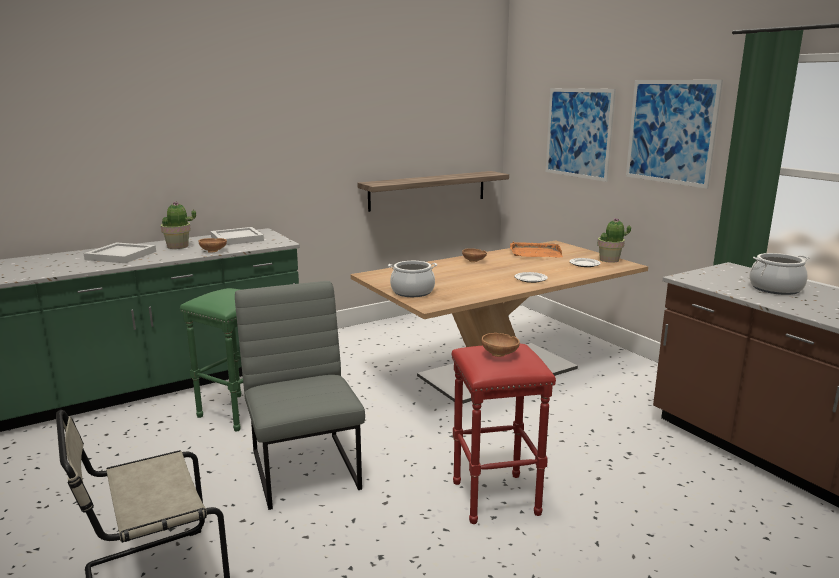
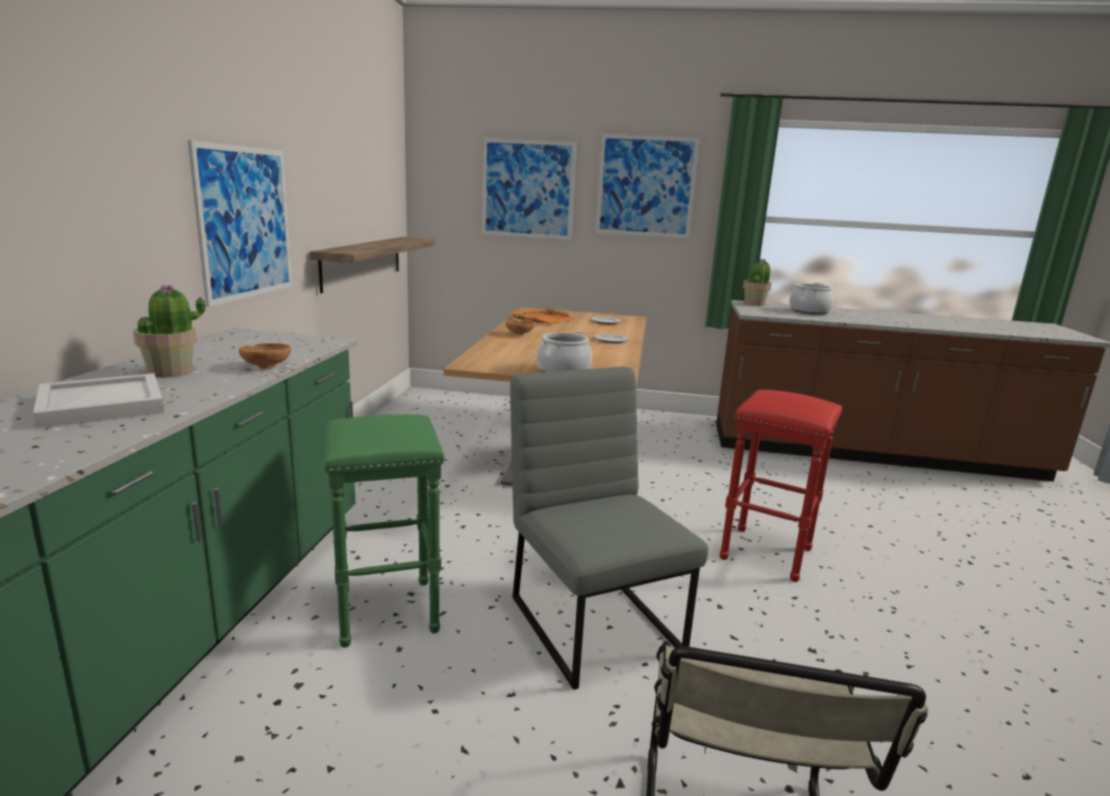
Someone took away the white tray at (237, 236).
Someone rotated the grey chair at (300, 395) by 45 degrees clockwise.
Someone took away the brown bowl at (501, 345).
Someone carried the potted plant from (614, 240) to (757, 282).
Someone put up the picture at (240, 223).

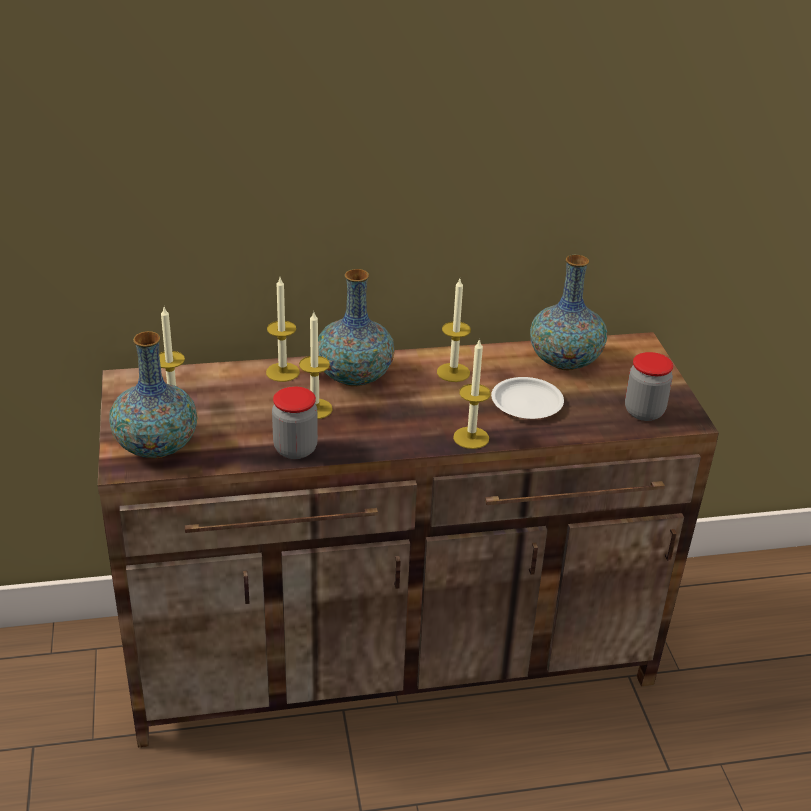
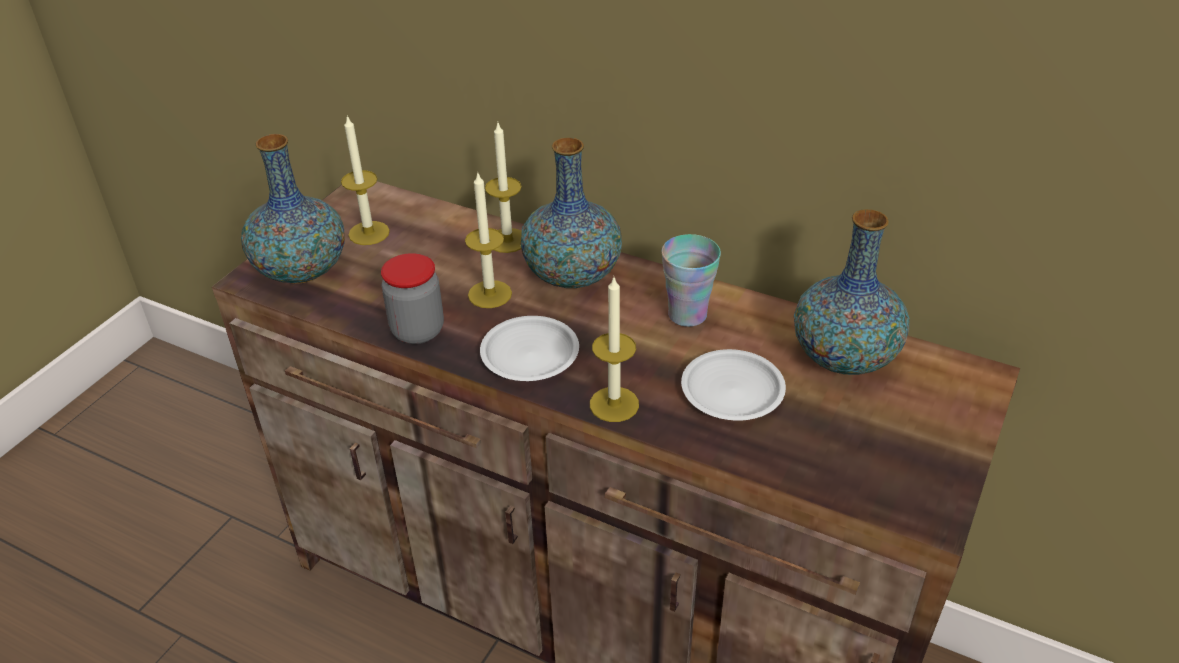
Someone swapped the candle at (454, 330) for the cup at (691, 280).
Someone took away the jar at (649, 386).
Someone put down the white plate at (529, 348).

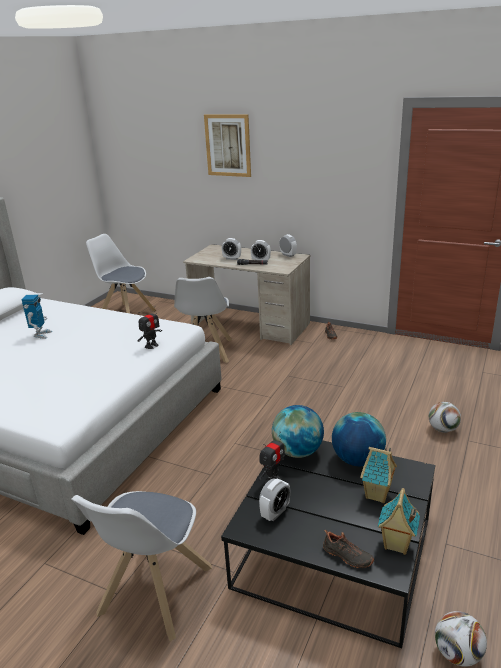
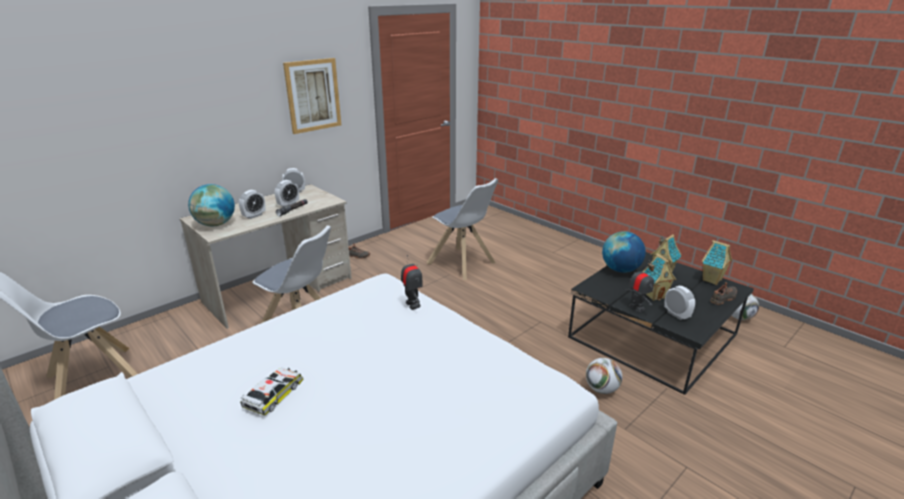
Someone swapped the toy robot at (36, 317) for the toy car at (271, 392).
Someone carried the chair from (141, 566) to (462, 229).
Someone carried the picture from (227, 145) to (312, 96).
Someone carried the globe from (298, 431) to (211, 205).
Someone carried the football from (445, 417) to (604, 376).
Someone put down the toy house at (659, 277).

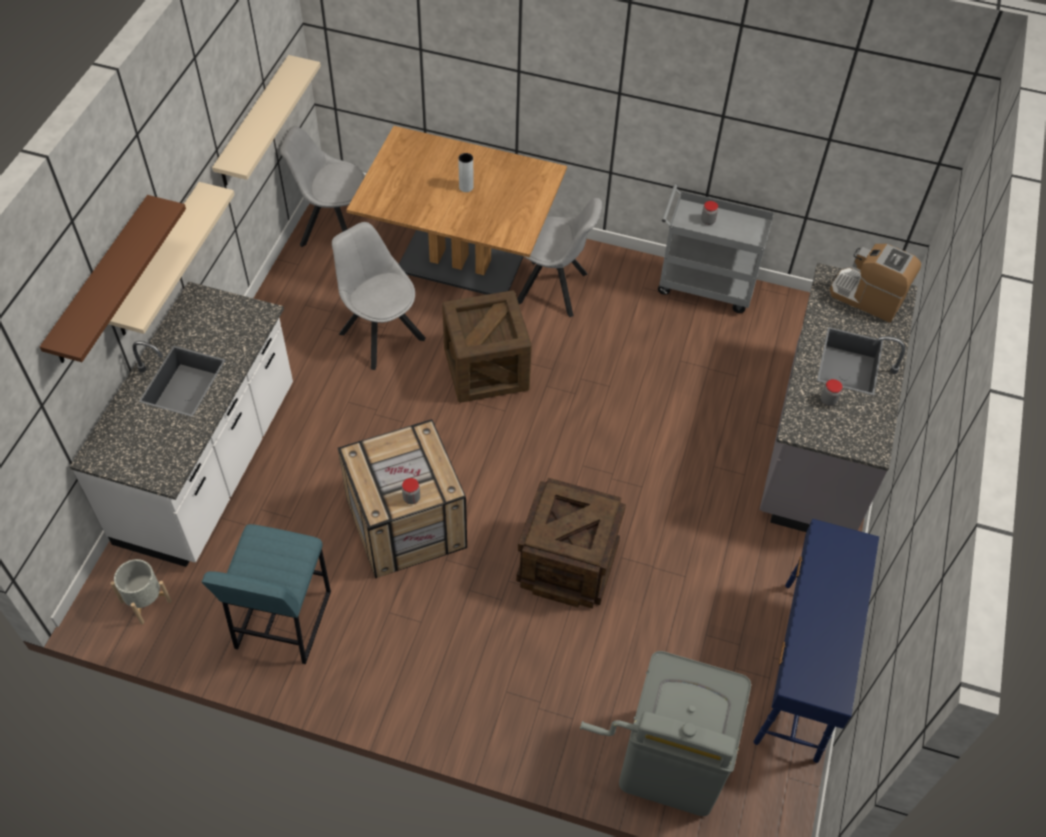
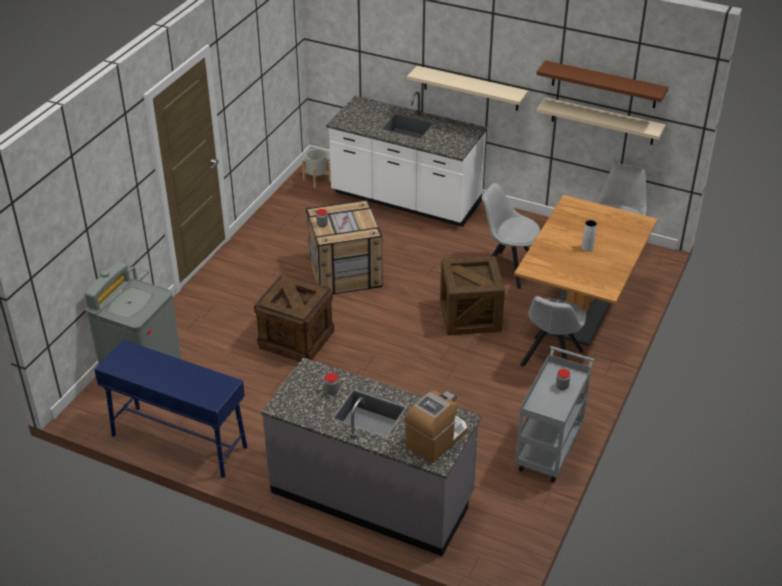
Someone carried the brown shelf from (113, 279) to (602, 84).
Someone took away the blue stool at (266, 594).
Someone rotated the grey chair at (378, 296) by 120 degrees counterclockwise.

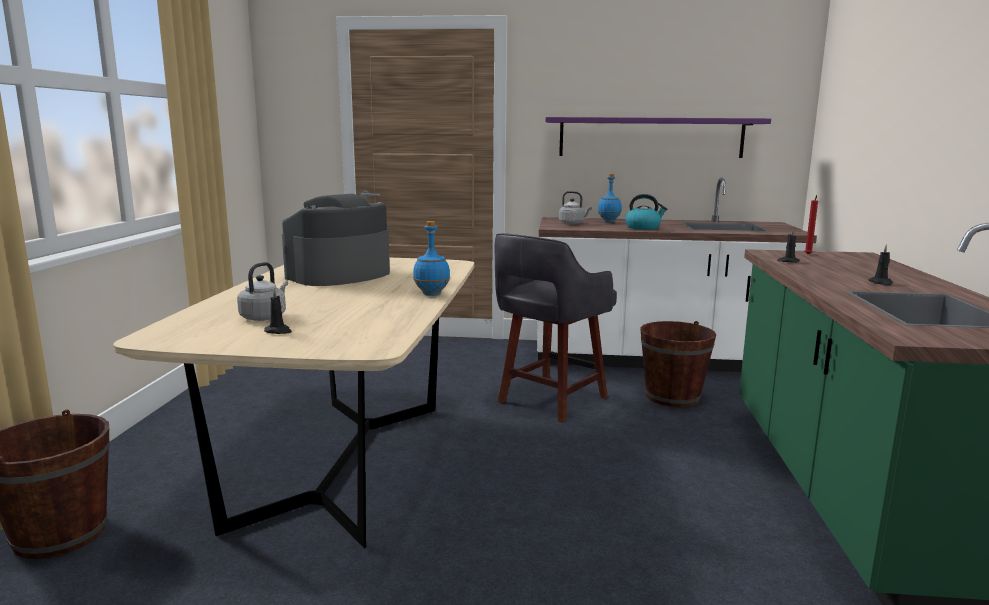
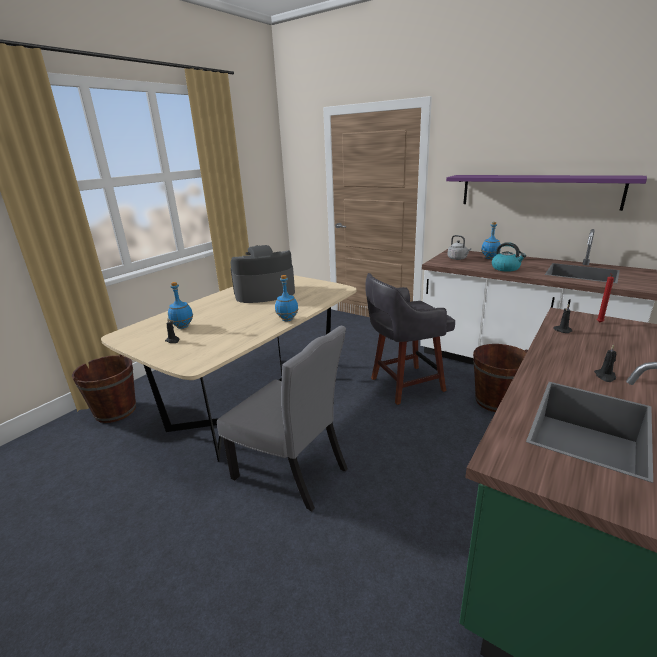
Someone swapped the grey kettle at (262, 291) for the blue bottle at (180, 305).
Someone put down the grey chair at (282, 418).

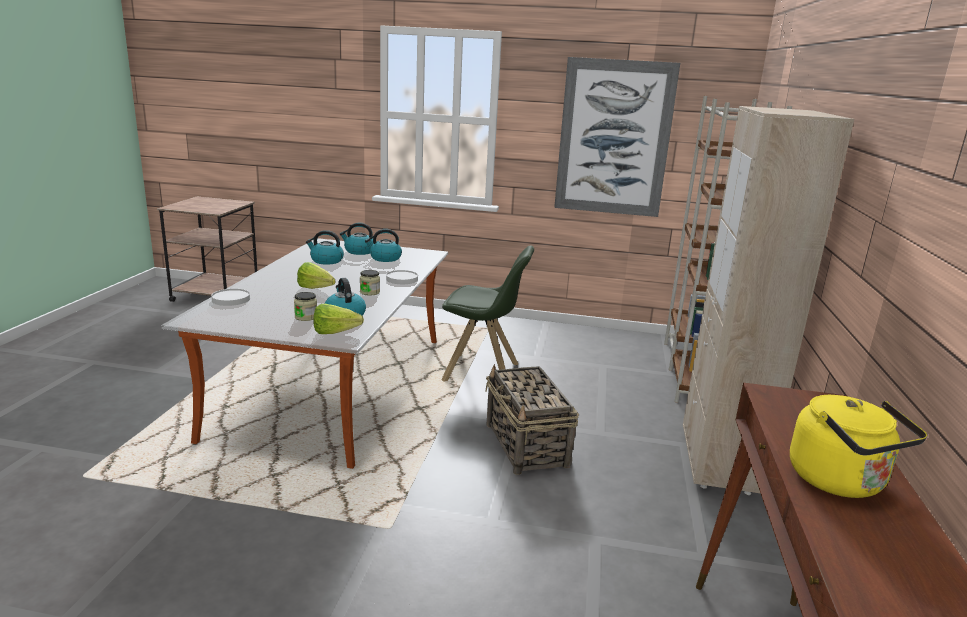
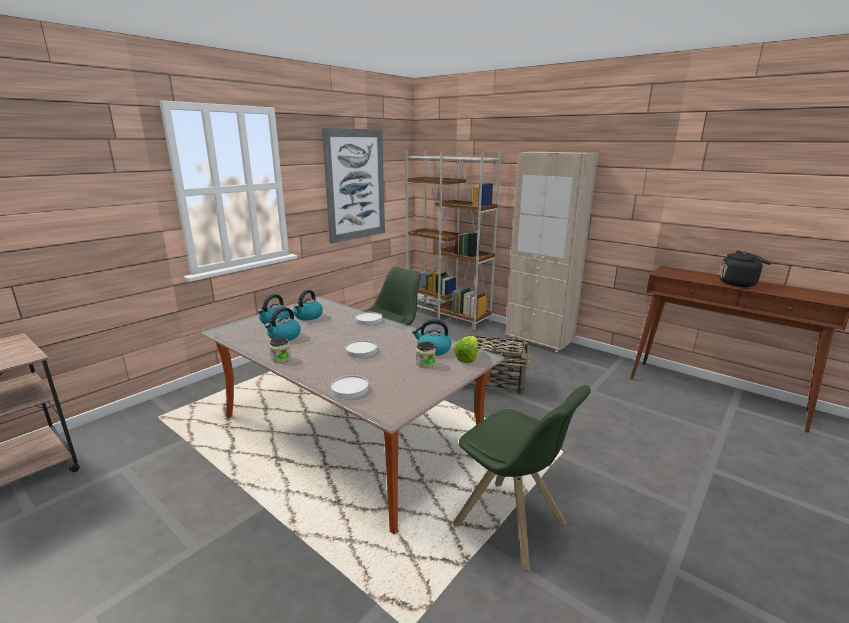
Someone swapped the lettuce at (316, 275) for the white plate at (361, 349).
Someone carried the jar from (370, 283) to (280, 350).
Someone repainted the yellow kettle at (858, 446), which became the black kettle at (745, 268).
Someone put down the green chair at (522, 478).

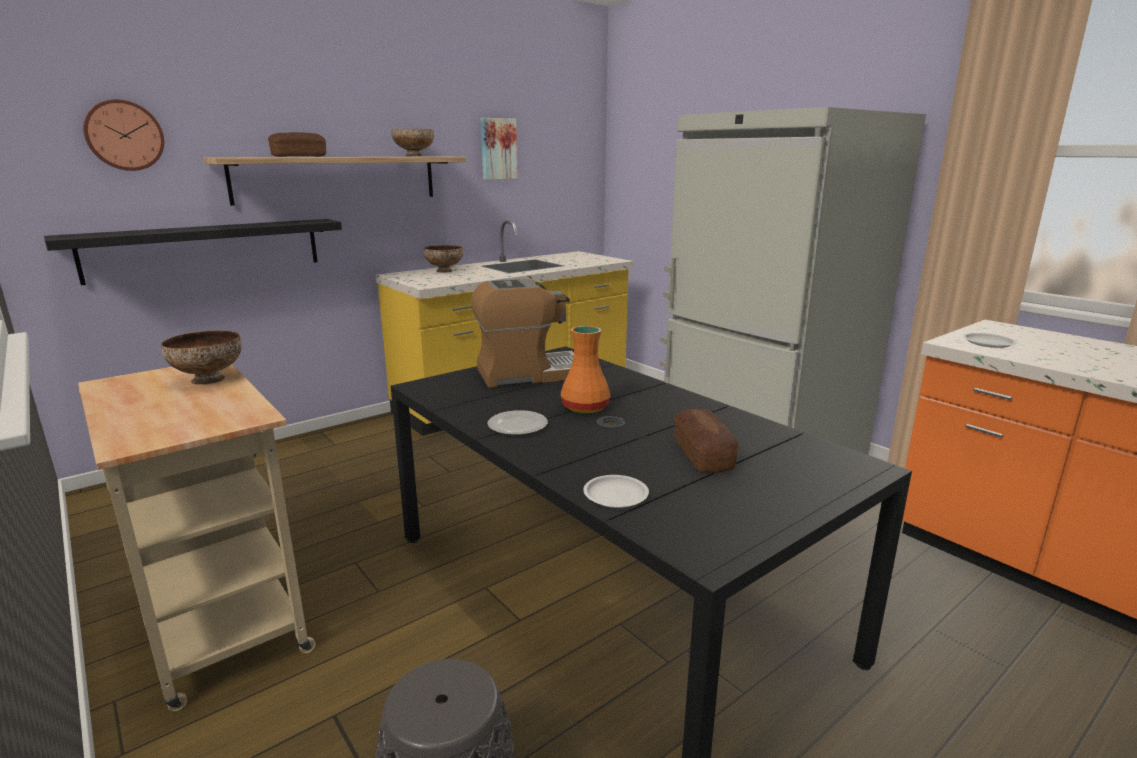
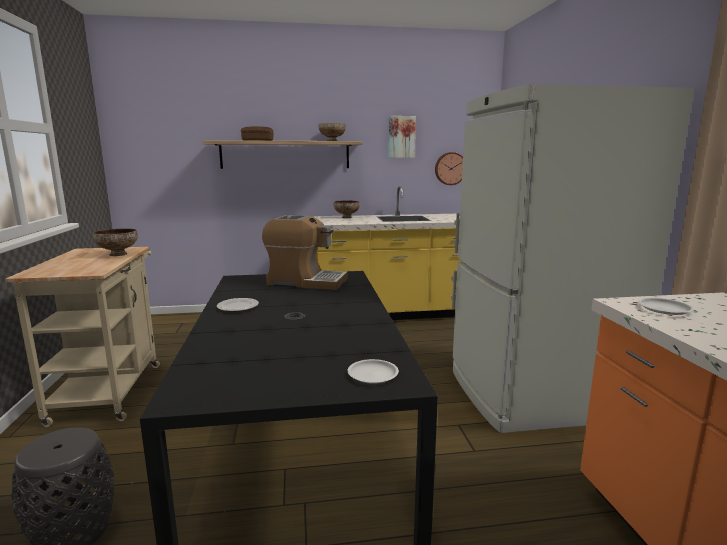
Someone took away the black shelf at (193, 252).
Someone carried the wall clock from (123, 135) to (449, 168).
Someone took away the orange vase at (586, 369).
Someone carried the white plate from (616, 491) to (373, 371).
Someone took away the bread at (706, 441).

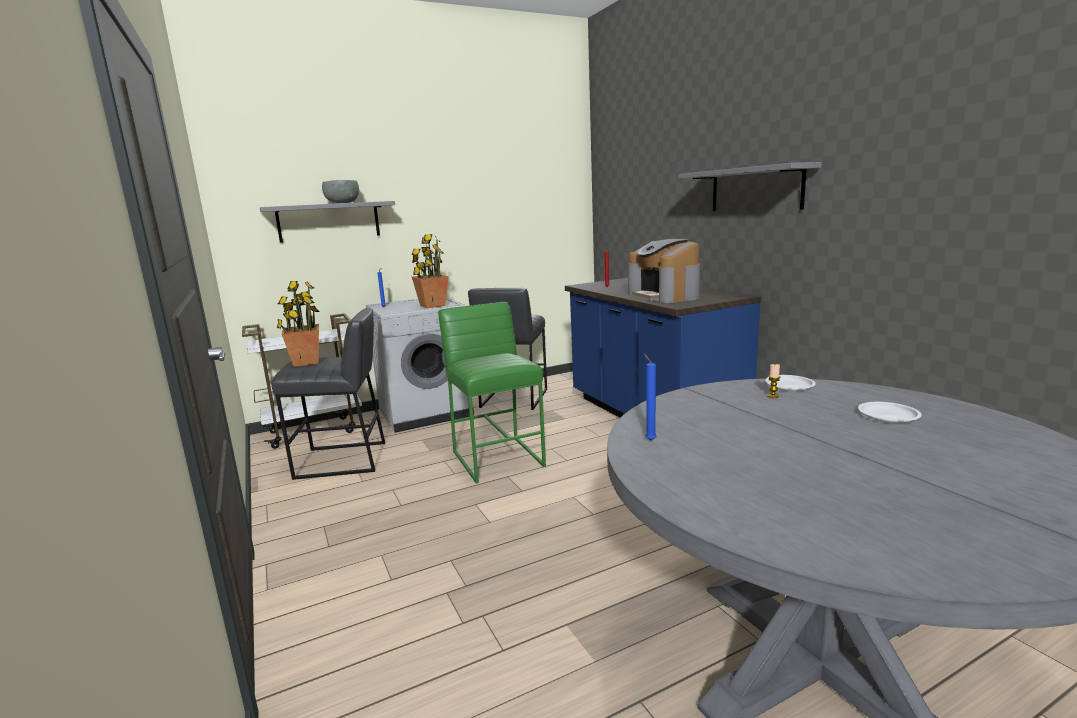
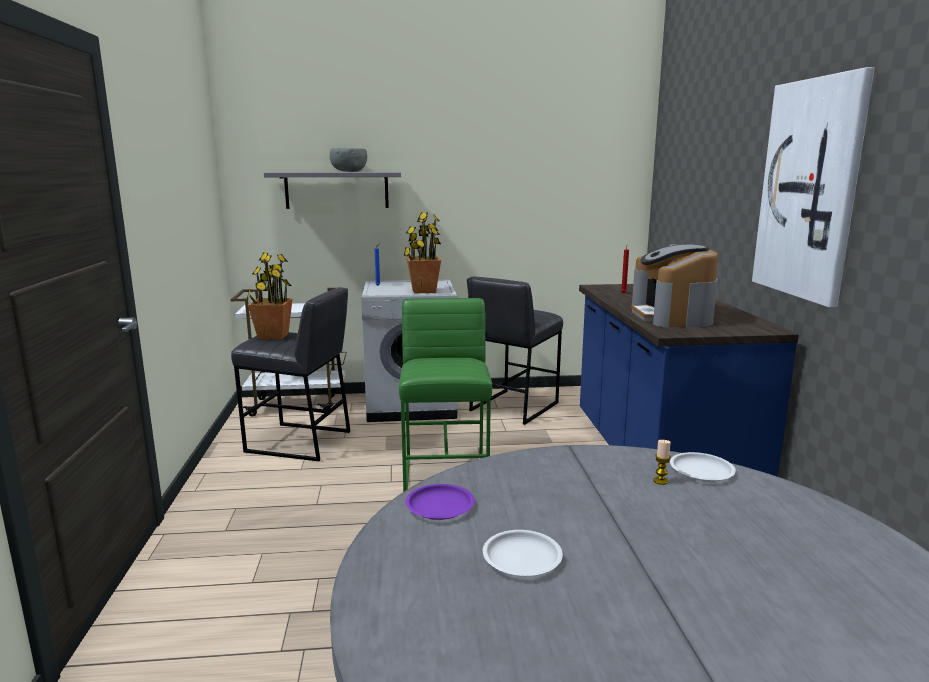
Someone swapped the blue candle at (650, 397) for the purple plate at (440, 502).
Someone swapped the grey shelf at (750, 186) for the picture at (813, 187).
Someone carried the white plate from (889, 412) to (523, 553).

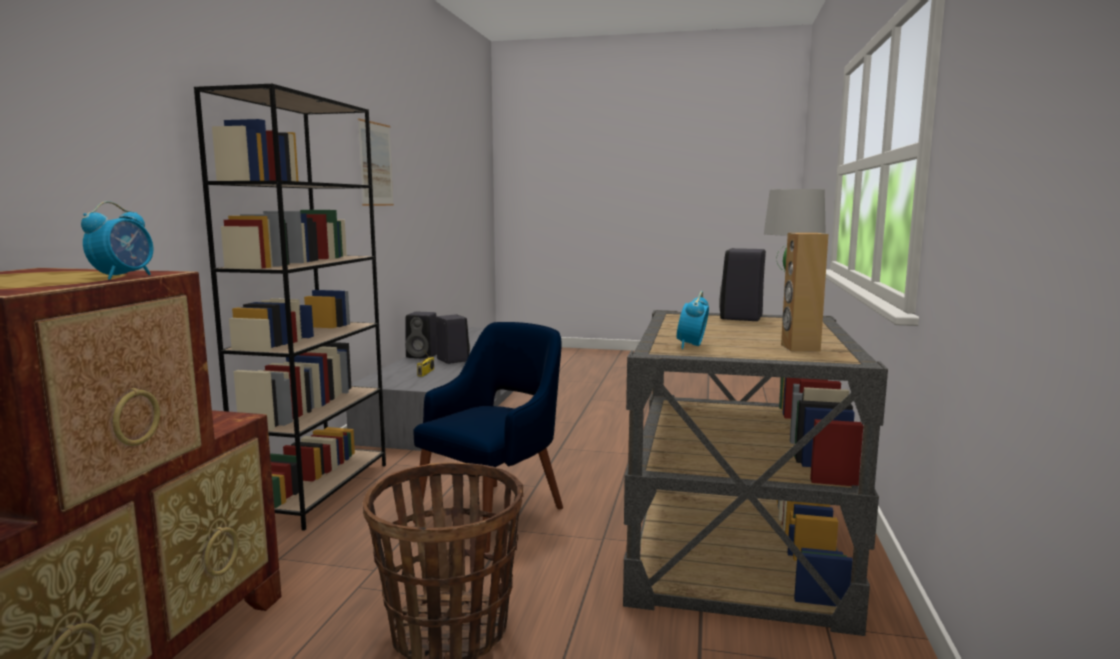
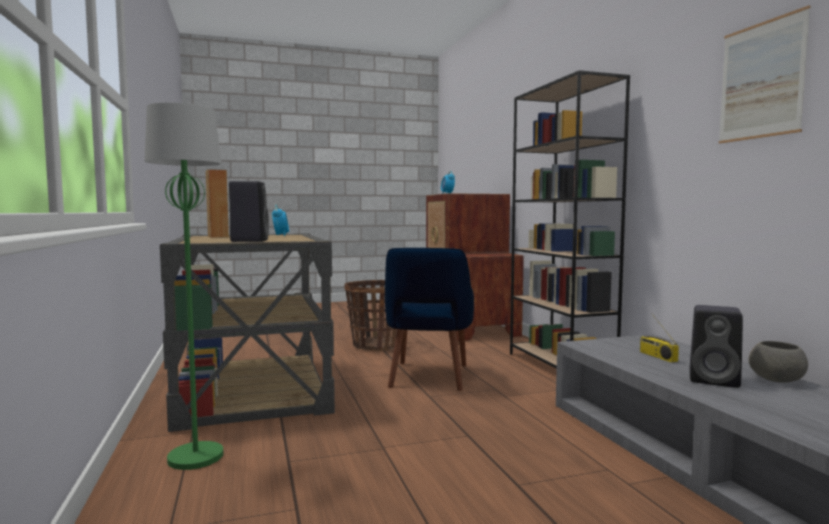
Someone swapped the black speaker at (421, 335) for the grey bowl at (778, 362).

